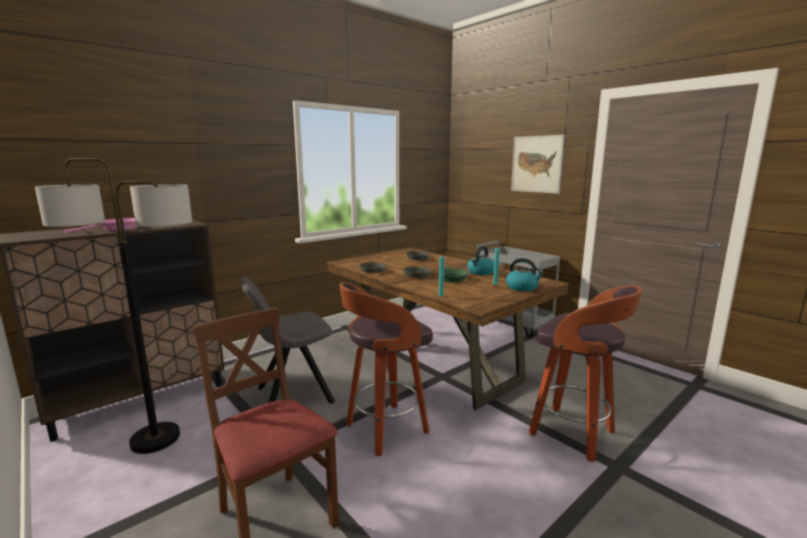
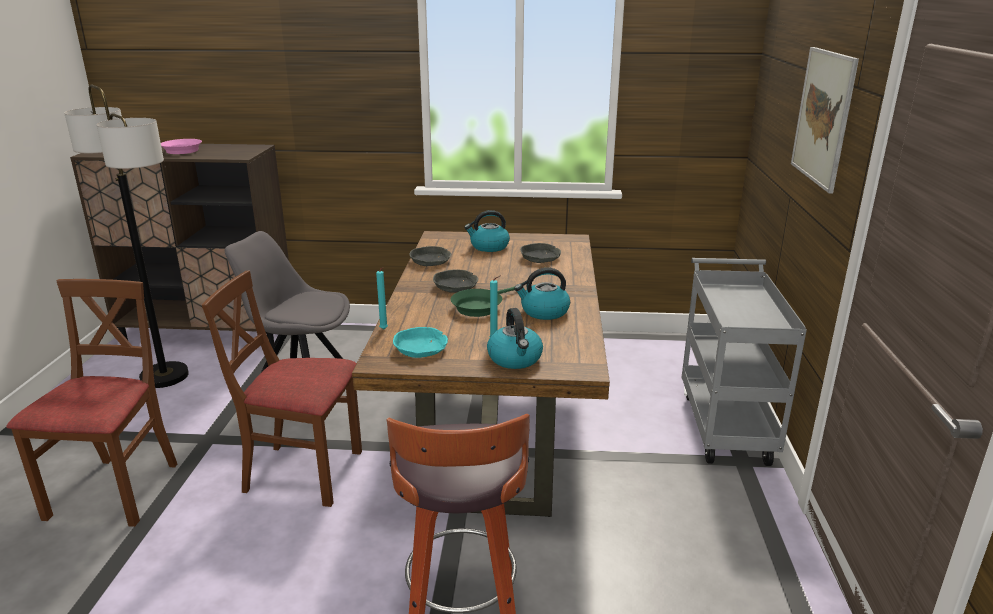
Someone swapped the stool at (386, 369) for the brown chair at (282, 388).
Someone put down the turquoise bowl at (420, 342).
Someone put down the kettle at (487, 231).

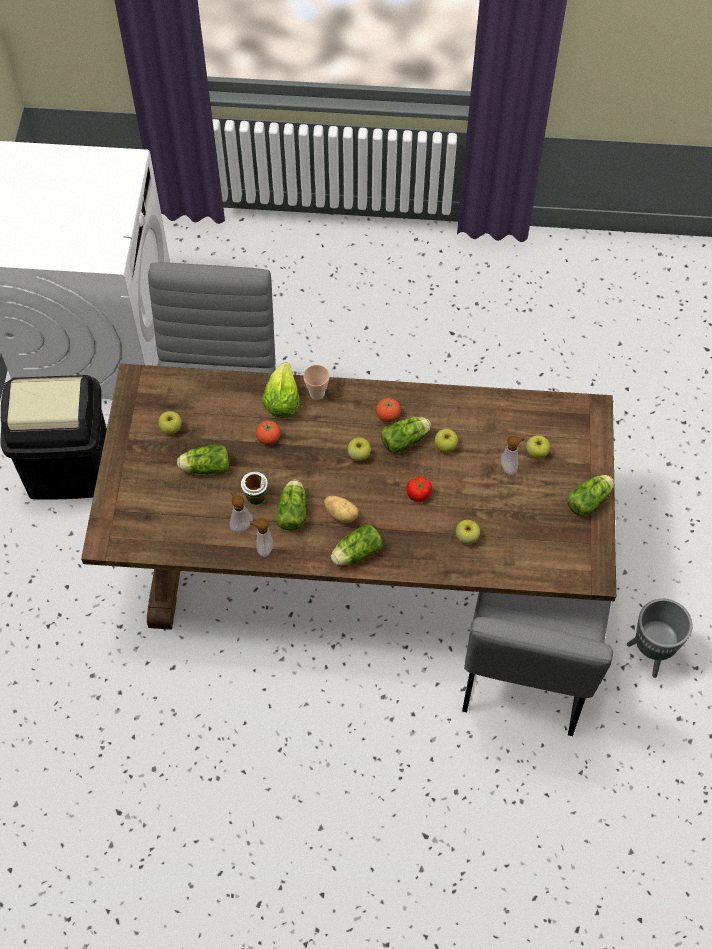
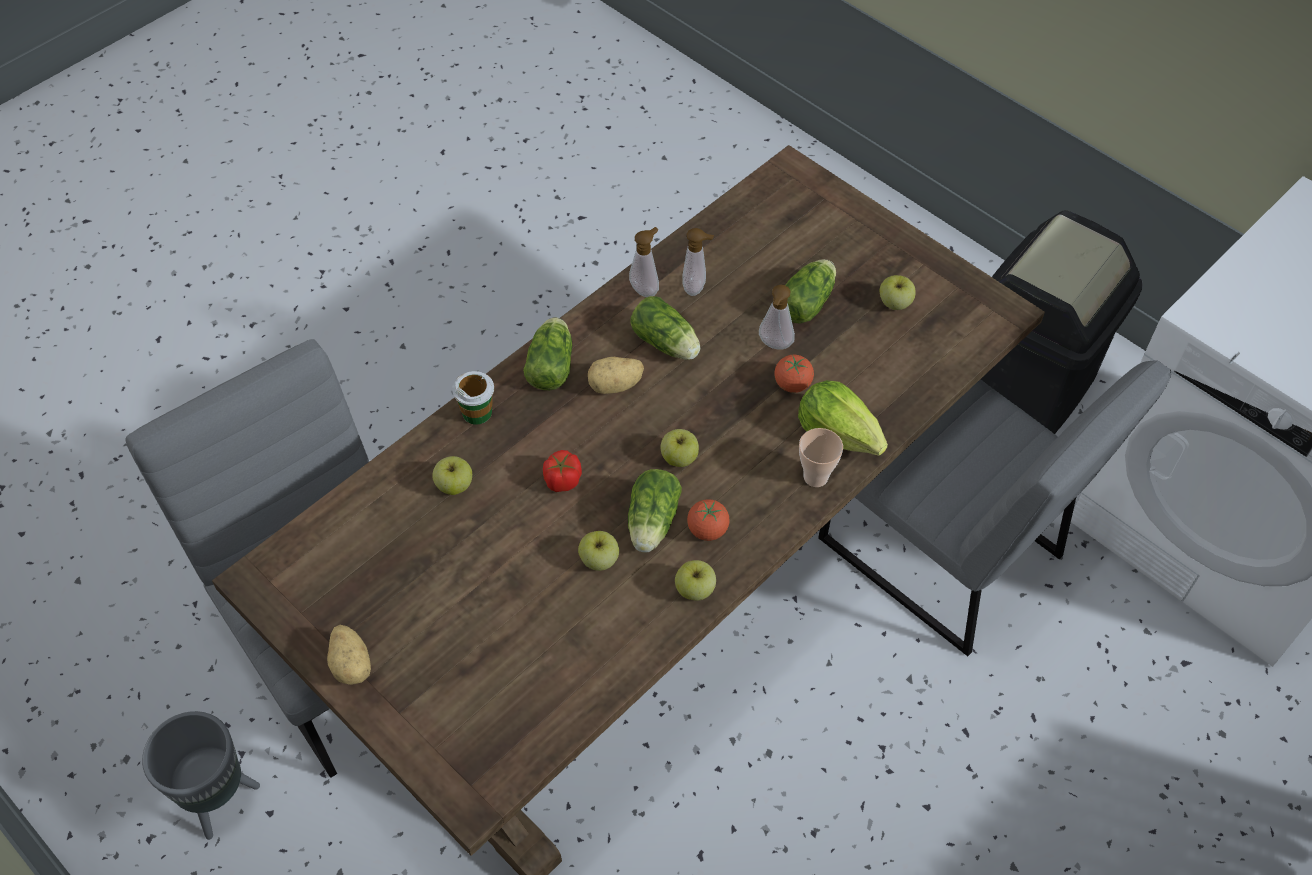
Someone carried the cup from (254, 488) to (473, 398).
Someone carried the soap dispenser from (513, 455) to (777, 317).
Someone carried the apple from (538, 447) to (695, 580).
Someone swapped the lettuce at (590, 496) for the potato at (349, 655).

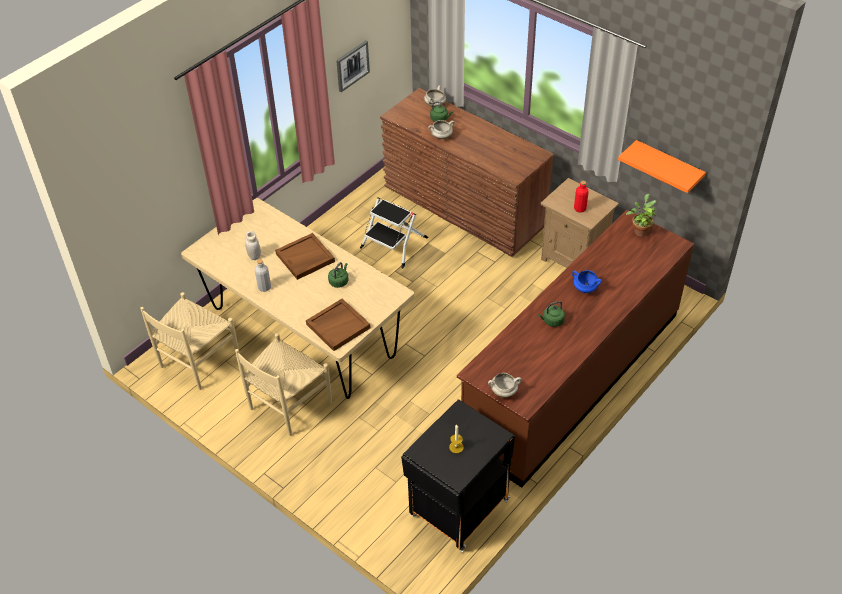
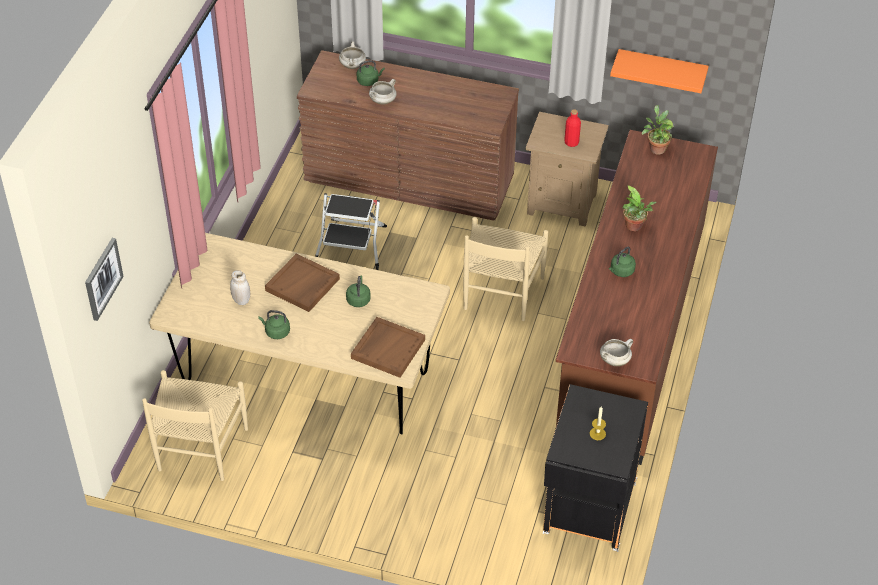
Someone carried the beige chair from (283, 384) to (505, 269).
Someone swapped the grey bottle at (263, 275) for the green kettle at (274, 324).
Someone carried the picture from (353, 66) to (104, 279).
Someone swapped the blue cooking pot at (587, 281) for the potted plant at (639, 208).

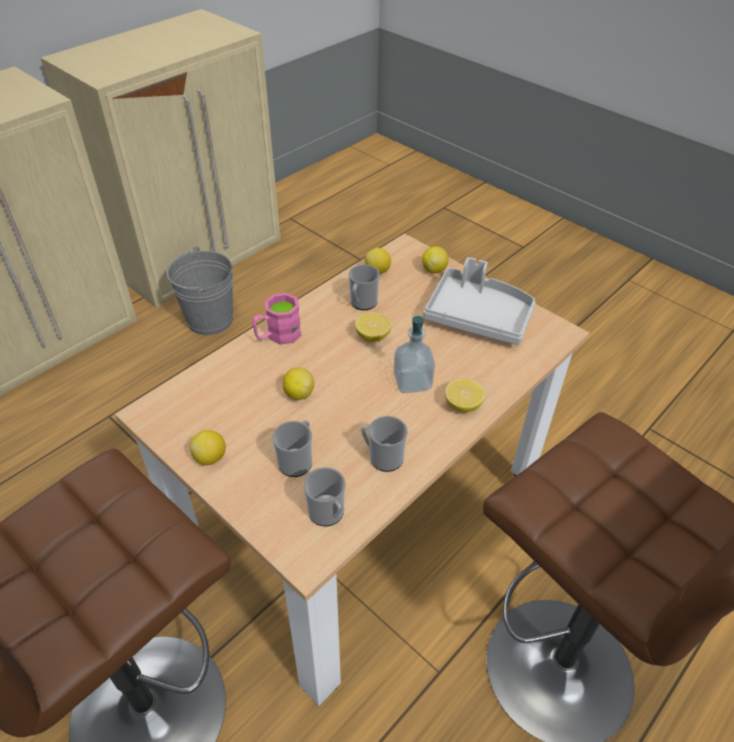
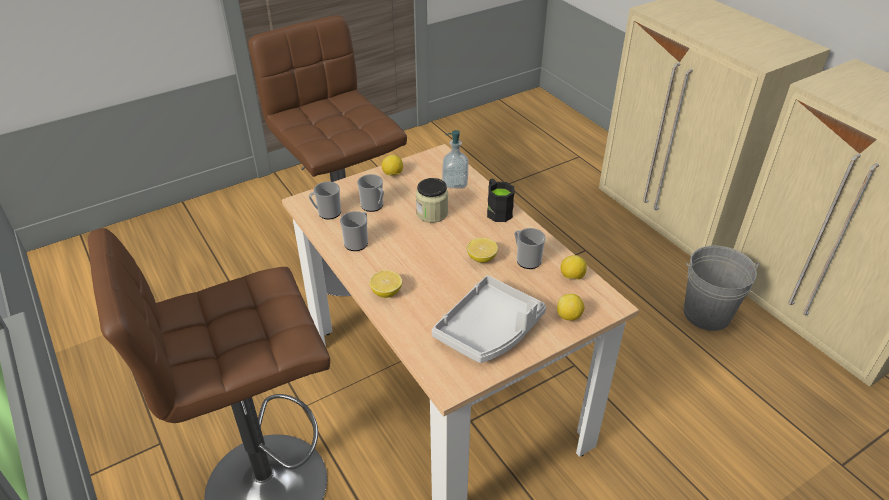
Someone repainted the pink mug at (276, 319), which became the black mug at (501, 200).
Someone swapped the lemon at (298, 383) for the jar at (432, 200).
Someone carried the soap dispenser from (414, 354) to (455, 159).

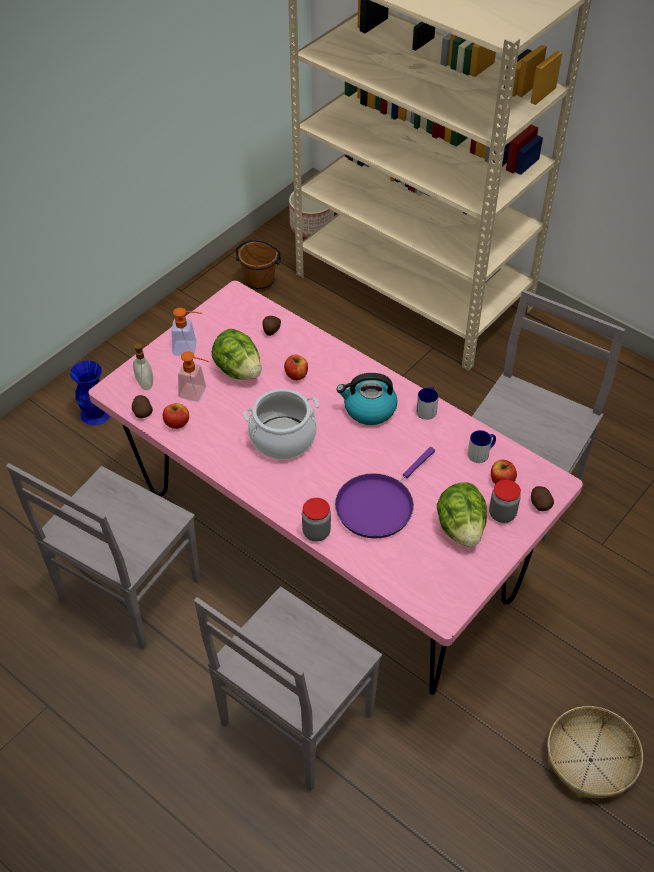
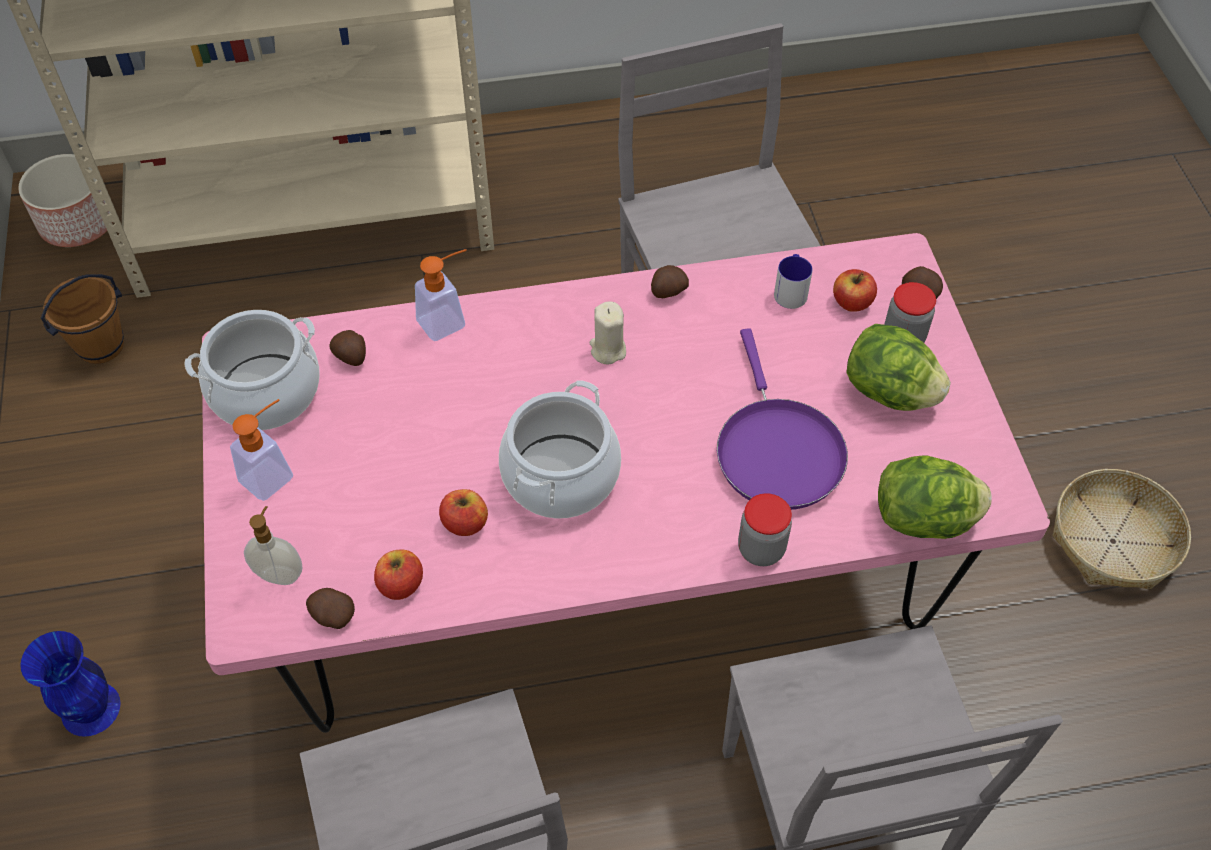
Someone carried the soap dispenser from (193, 376) to (441, 295).
Someone carried the lettuce from (237, 354) to (935, 497).
Someone carried the apple from (296, 367) to (463, 512).
Someone swapped the kettle at (367, 399) for the beige candle at (608, 333).
Someone swapped the mug at (427, 403) for the potato at (670, 281).
Someone put down the cooking pot at (252, 370).

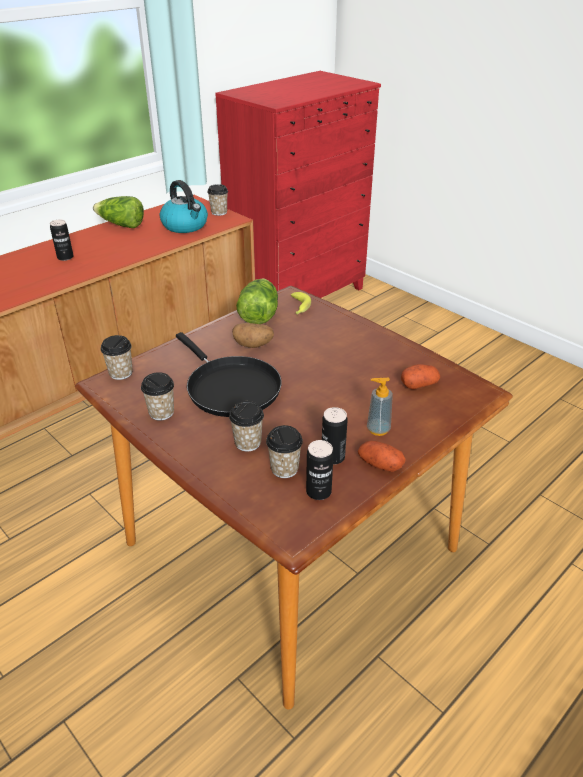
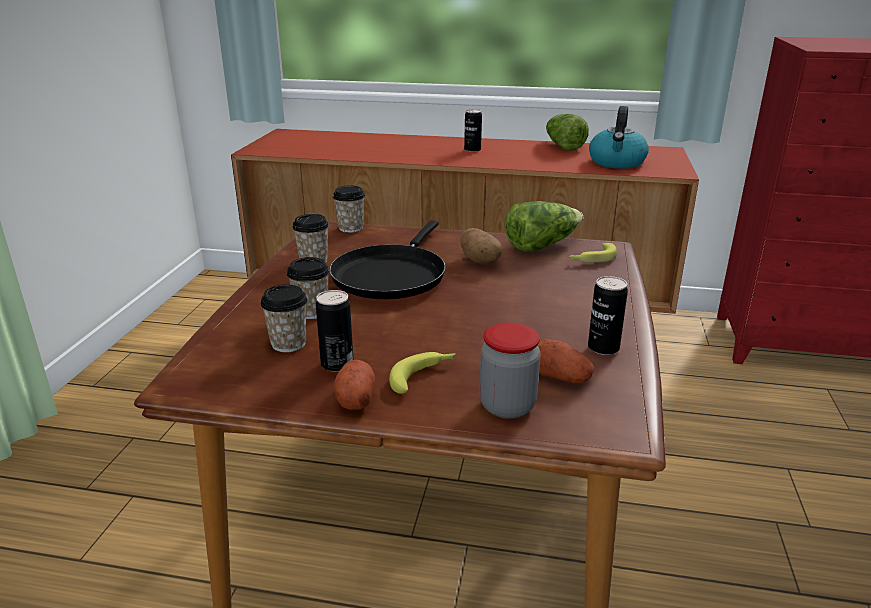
Someone took away the cup at (217, 200).
Someone carried the can from (320, 470) to (608, 315).
Someone swapped the soap dispenser at (380, 407) for the banana at (422, 373).
Someone put down the jar at (510, 371).

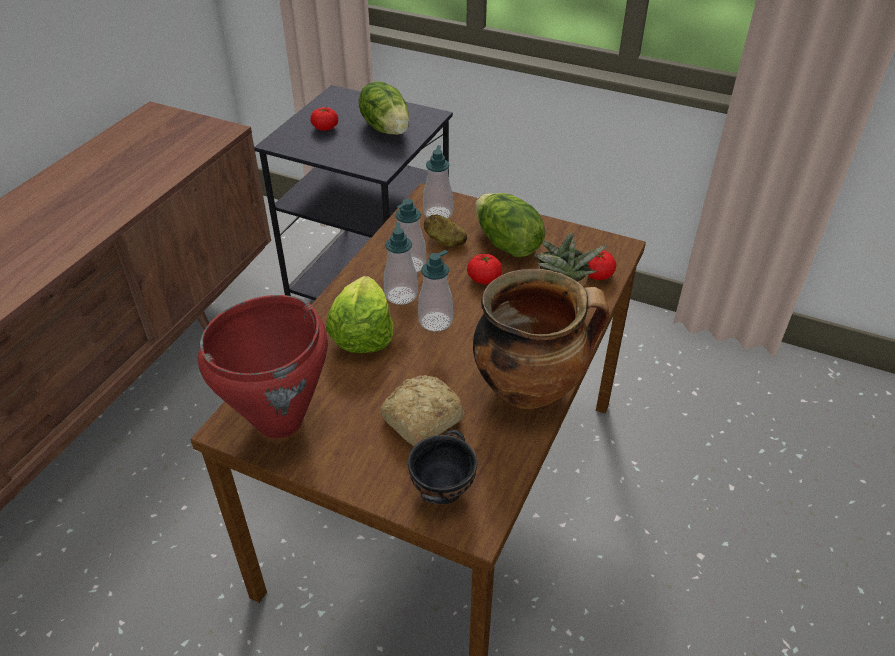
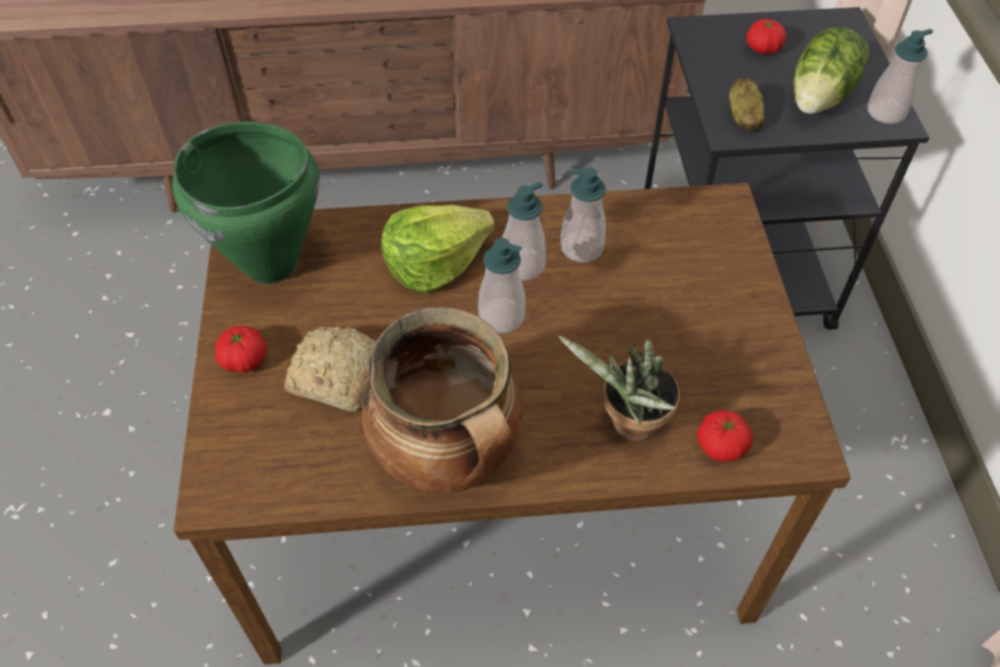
Someone repainted the red cooking pot at (263, 367), which became the green cooking pot at (246, 203).
Someone took away the black bowl at (442, 467).
Someone carried the soap dispenser from (438, 182) to (900, 76).
Someone carried the potato from (445, 230) to (746, 104).
Someone carried the tomato from (484, 269) to (241, 349).
Someone took away the lettuce at (510, 225).

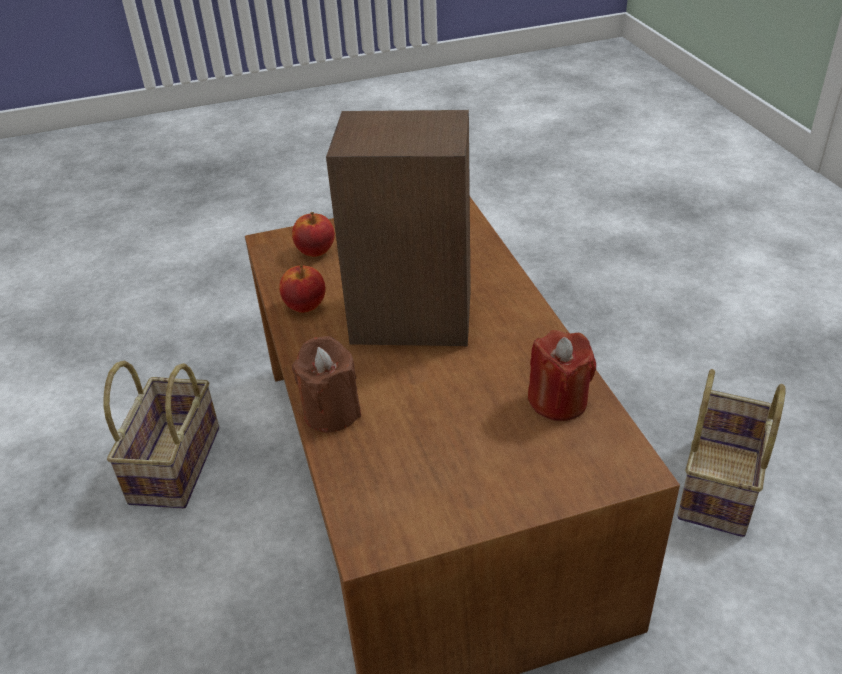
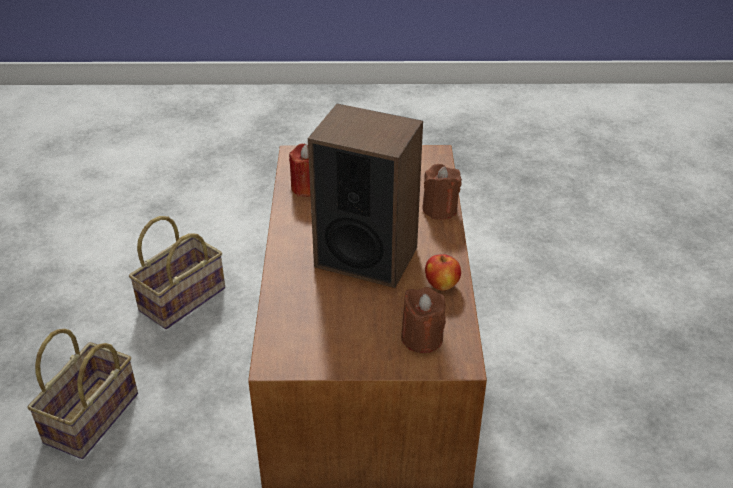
Someone carried the basket from (161, 434) to (83, 394).
Someone swapped the apple at (313, 234) for the brown candle at (423, 320).

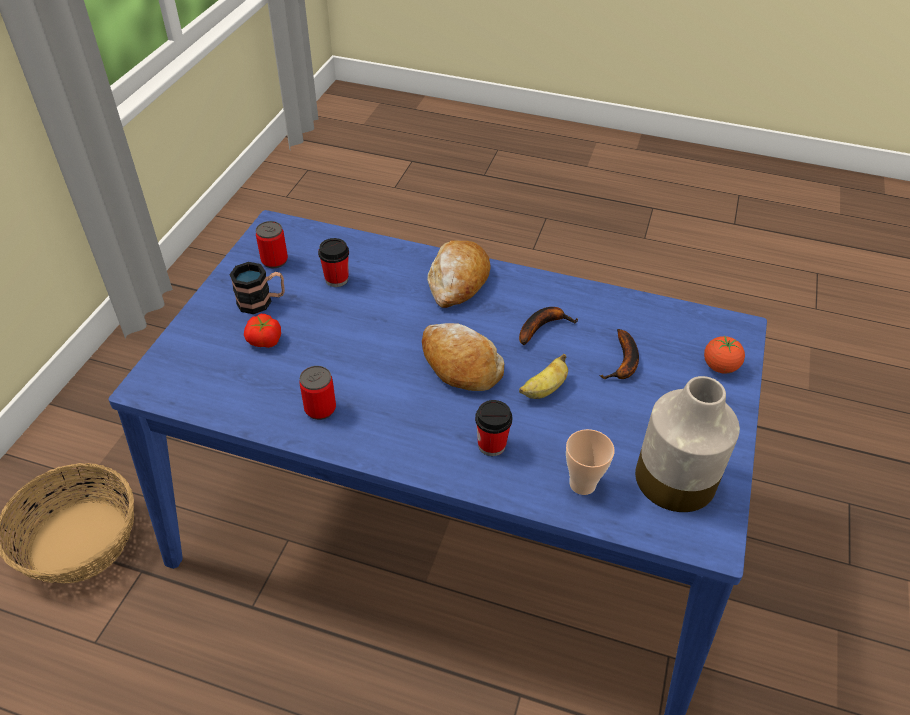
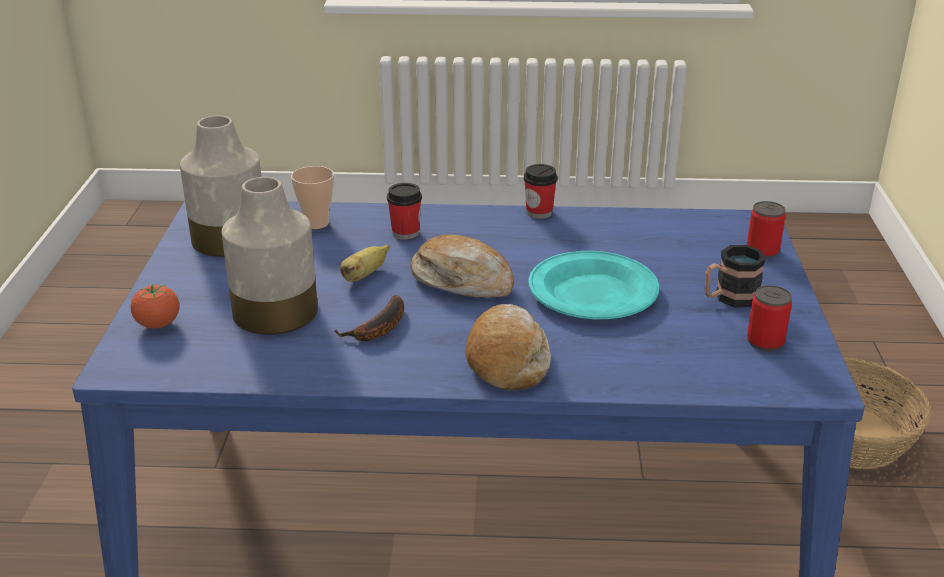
Someone took away the tomato at (262, 331).
Someone carried the can from (317, 393) to (766, 230).
Someone carried the cup from (333, 262) to (541, 191).
Someone swapped the banana at (619, 354) for the beige vase at (270, 256).
Someone put down the turquoise plate at (593, 285).

